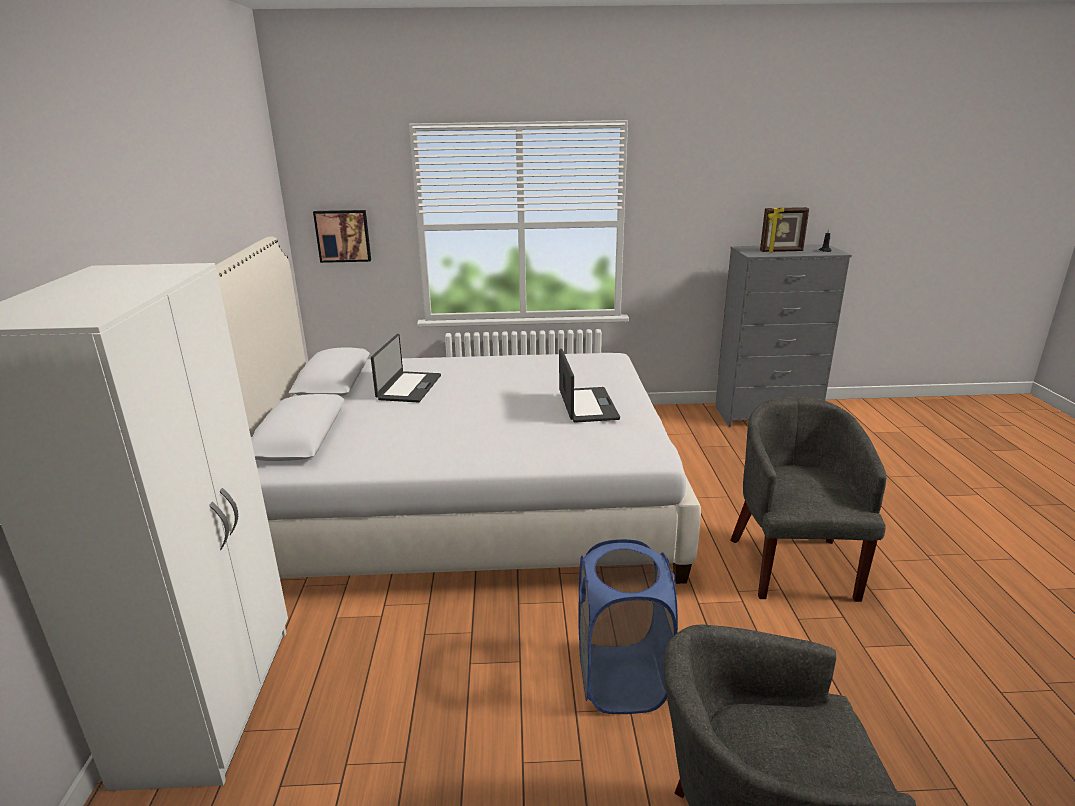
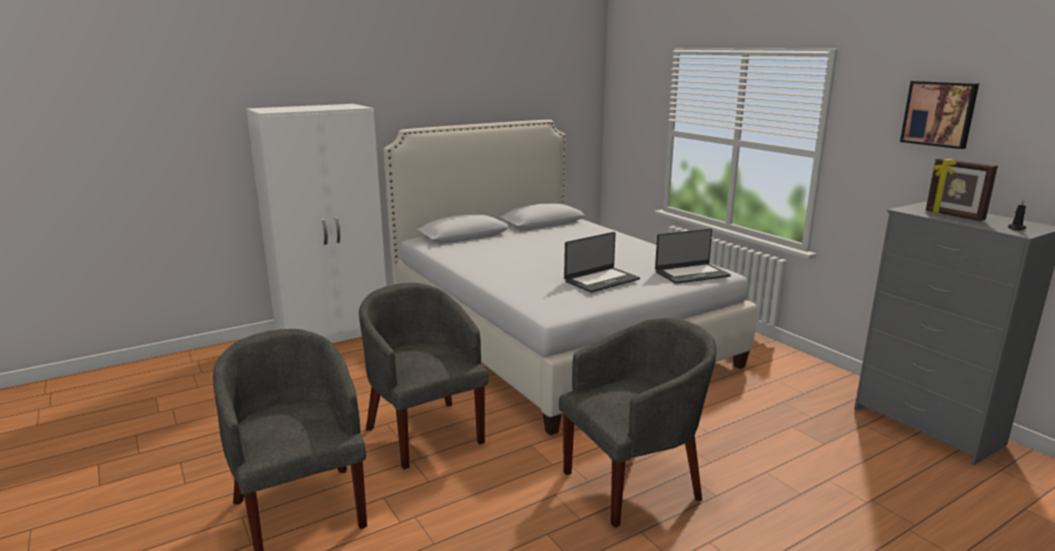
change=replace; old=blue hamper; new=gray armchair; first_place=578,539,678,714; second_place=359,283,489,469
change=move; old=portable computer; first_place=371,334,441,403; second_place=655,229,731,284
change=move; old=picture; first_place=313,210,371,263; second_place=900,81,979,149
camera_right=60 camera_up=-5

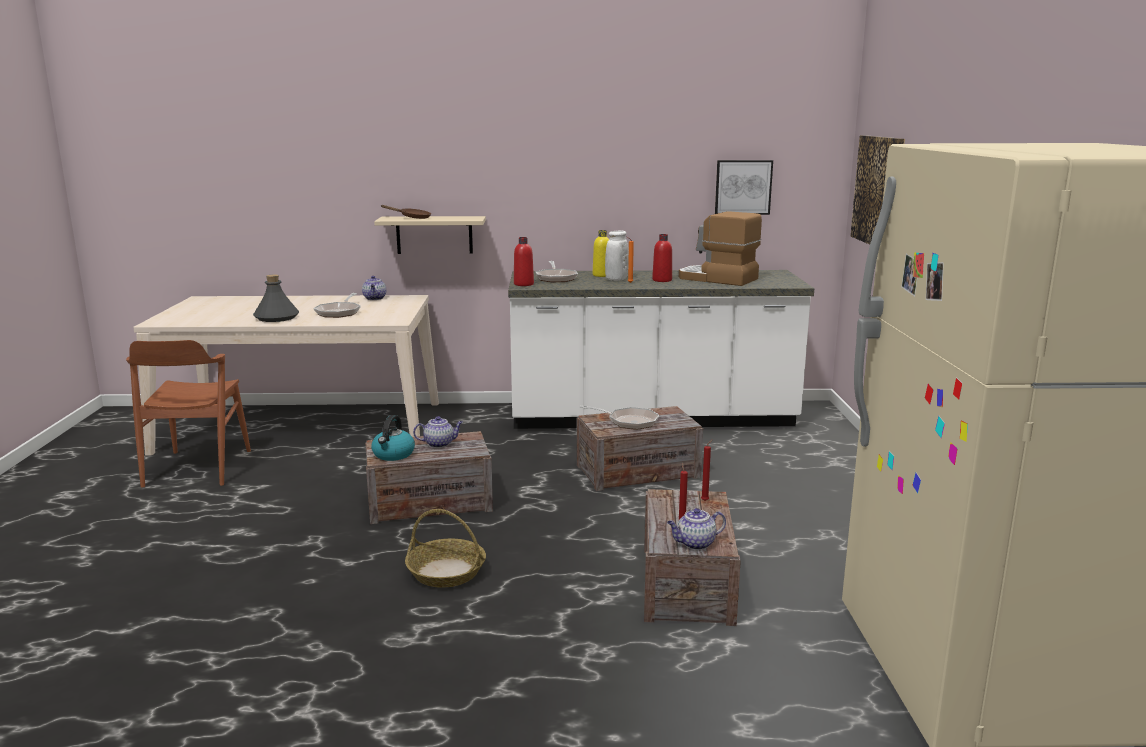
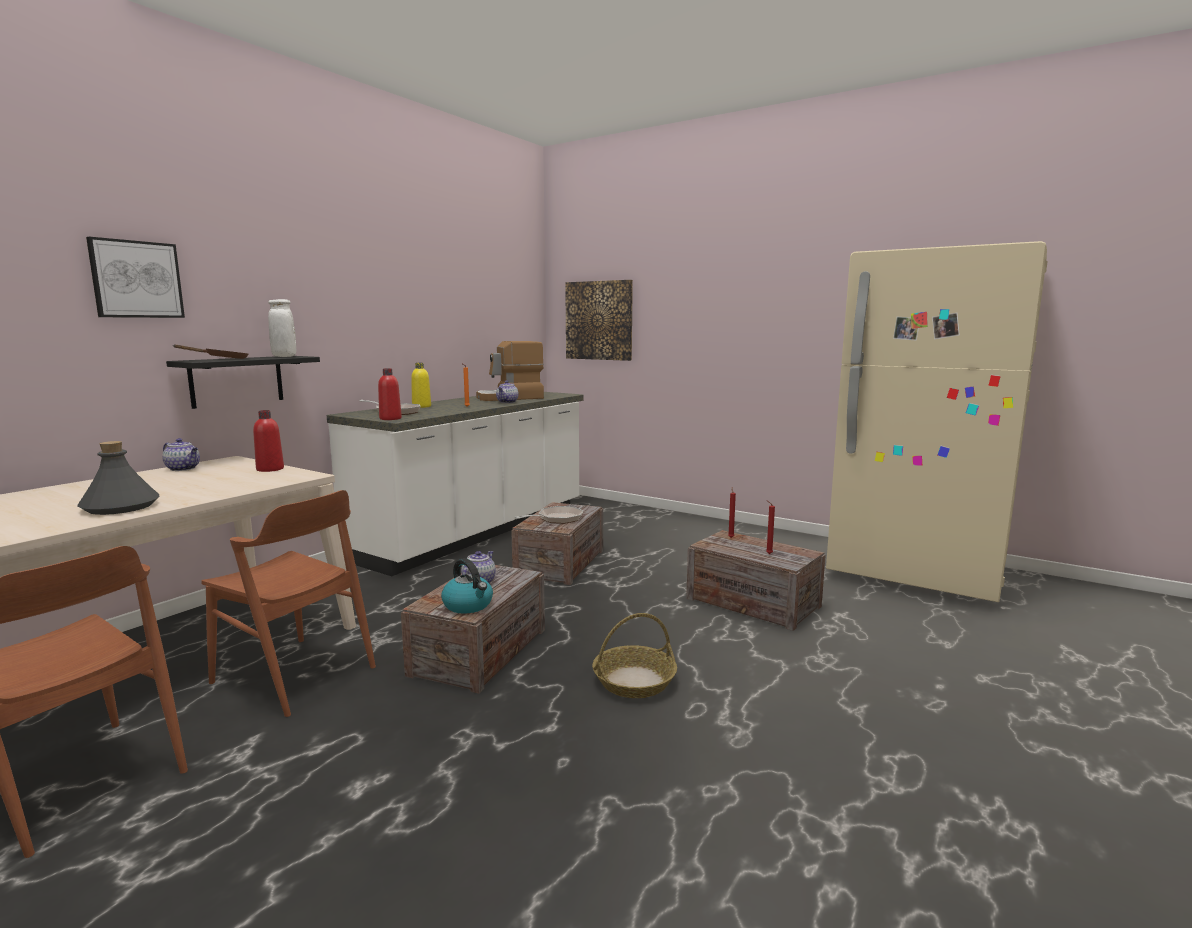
change=move; old=picture; first_place=715,160,773,215; second_place=86,237,185,318
change=recolor; old=beige shelf; new=black shelf; first_place=374,216,486,254; second_place=166,356,320,409
change=insert; new=brownish chair; second_place=201,490,376,717
change=move; old=red bottle; first_place=652,234,672,282; second_place=253,410,284,472
change=move; old=white-coloured decorative vase; first_place=605,231,629,281; second_place=268,299,296,357
change=move; old=teapot; first_place=667,508,726,550; second_place=496,381,519,403
change=delete; old=skillet; first_place=313,293,361,318
camera_right=-55 camera_up=-5

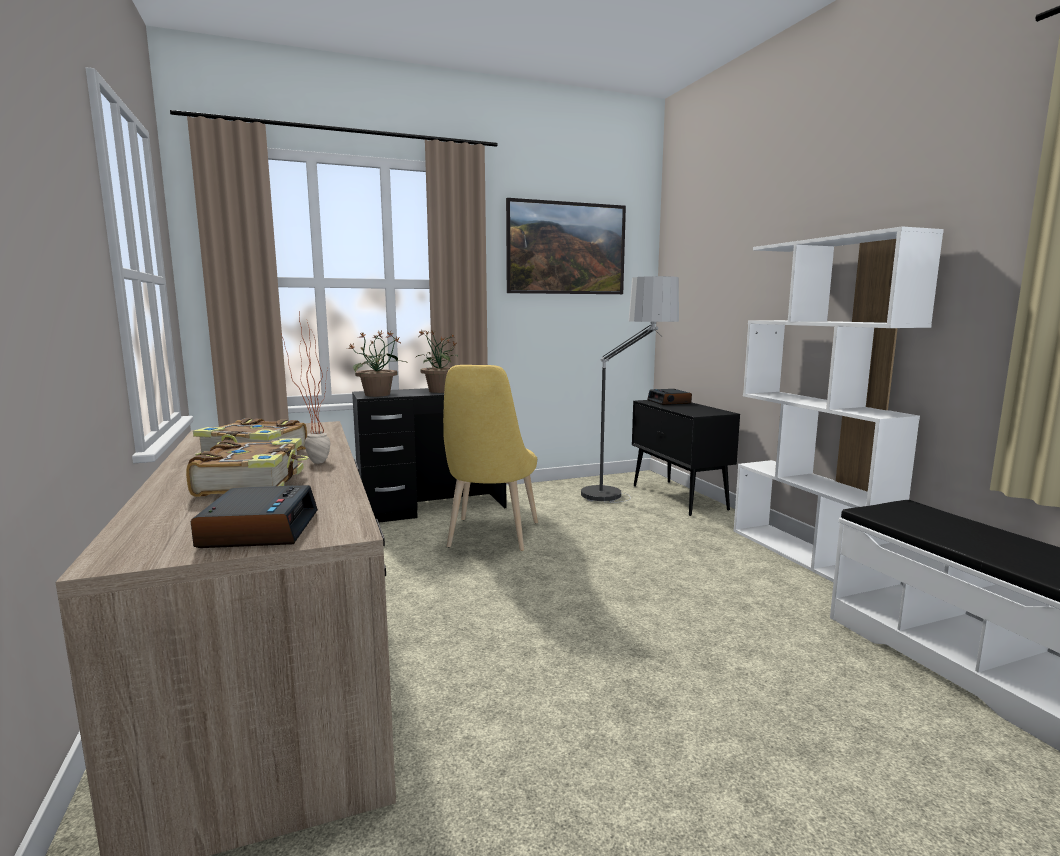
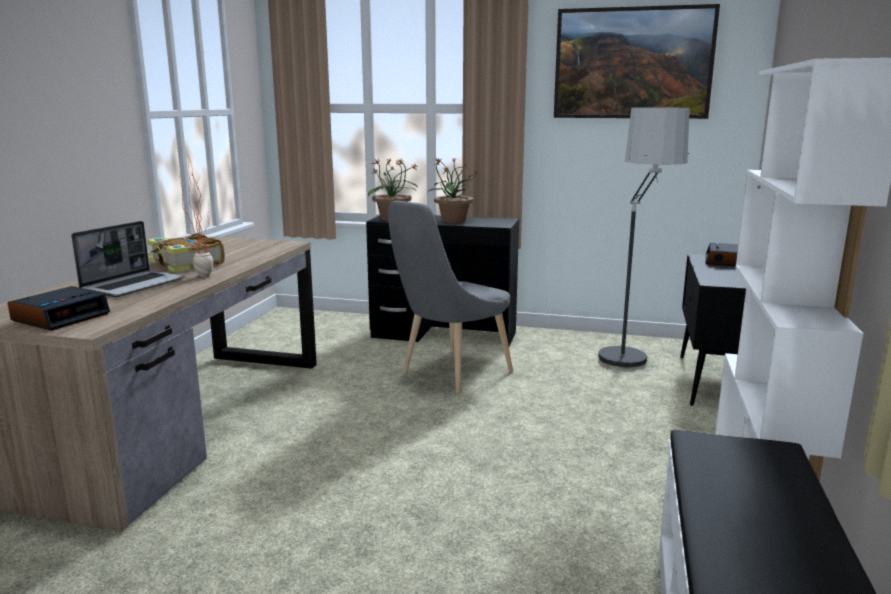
change=replace; old=book; new=portable computer; first_place=186,438,309,497; second_place=71,221,185,297
change=recolor; old=yellowish chair; new=gray chair; first_place=443,365,538,551; second_place=388,201,513,394
camera_right=35 camera_up=5

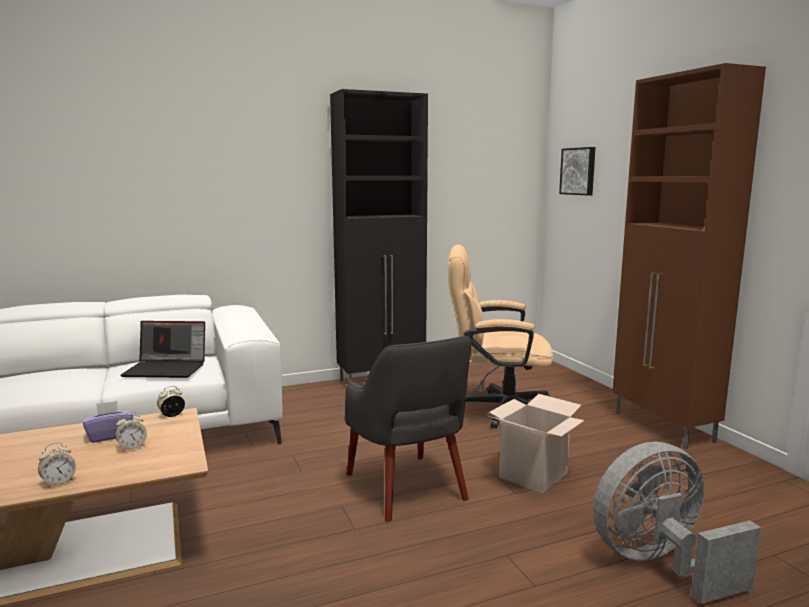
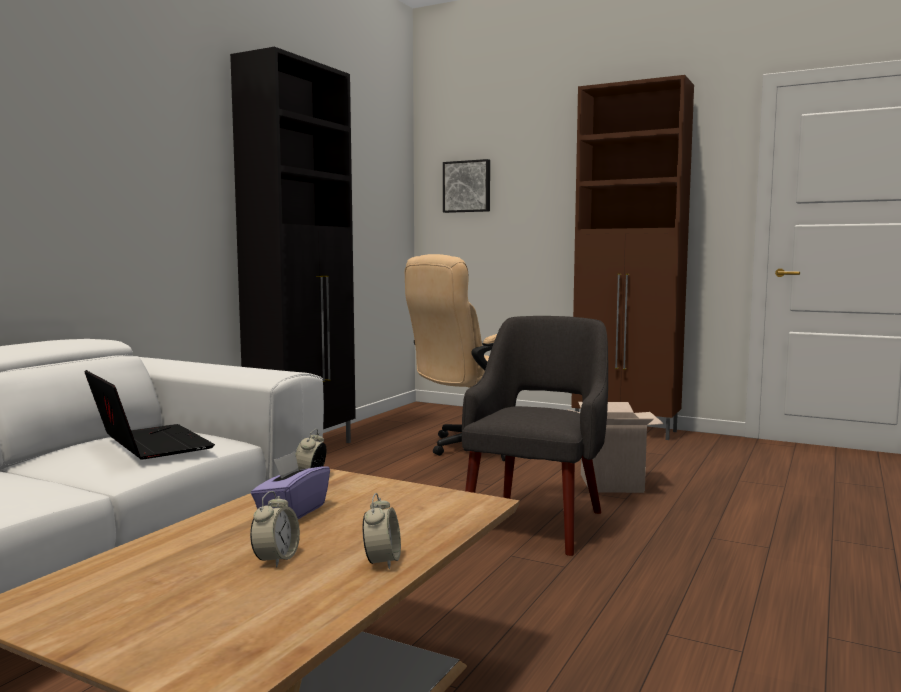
change=rotate; old=portable computer; first_place=121,321,205,378; second_place=84,370,215,460; degrees=-90
change=move; old=alarm clock; first_place=115,412,147,451; second_place=250,491,300,567
change=rotate; old=gray armchair; first_place=345,336,471,522; second_place=462,316,608,556; degrees=-90
change=delete; old=gray electric fan; first_place=593,442,761,604
camera_right=-40 camera_up=-5

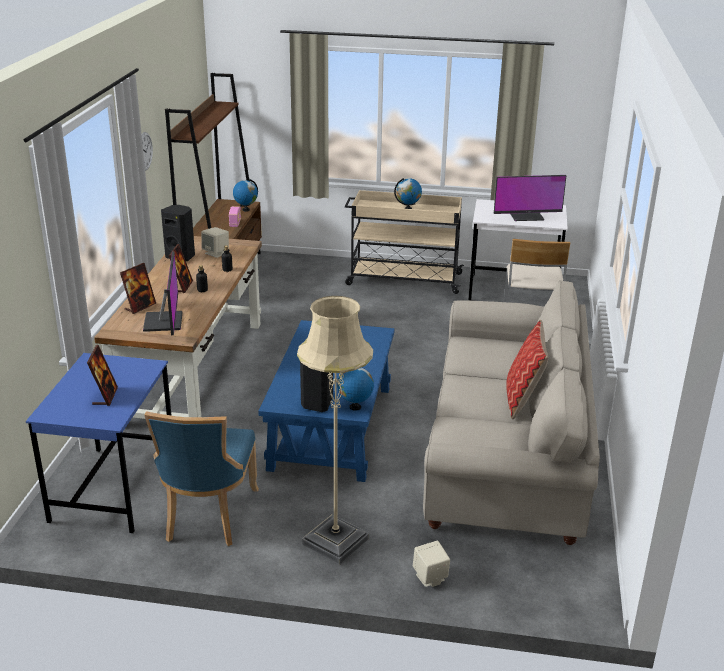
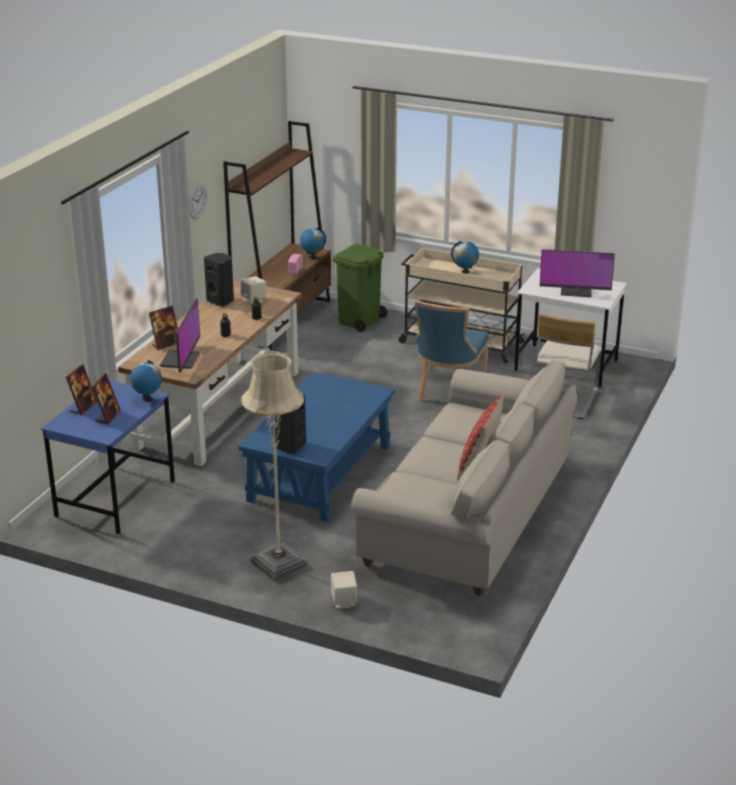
change=move; old=picture frame; first_place=169,244,193,293; second_place=66,364,97,415
change=move; old=world globe; first_place=337,367,374,411; second_place=130,360,162,402
change=insert; new=greenish rubbish bin; second_place=333,244,388,332
change=move; old=blue chair; first_place=145,412,259,546; second_place=415,300,489,401
camera_right=15 camera_up=0

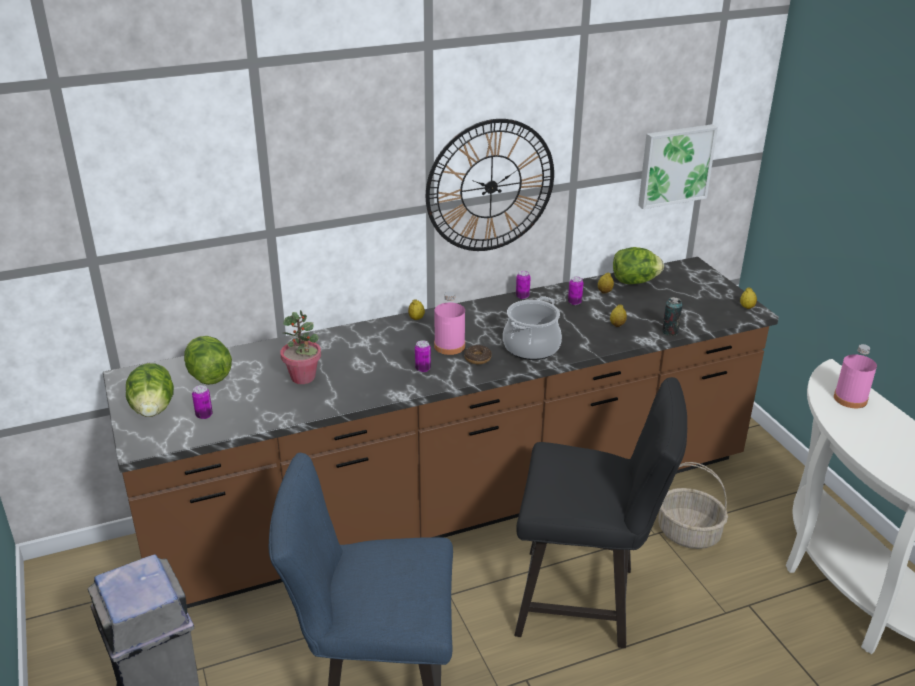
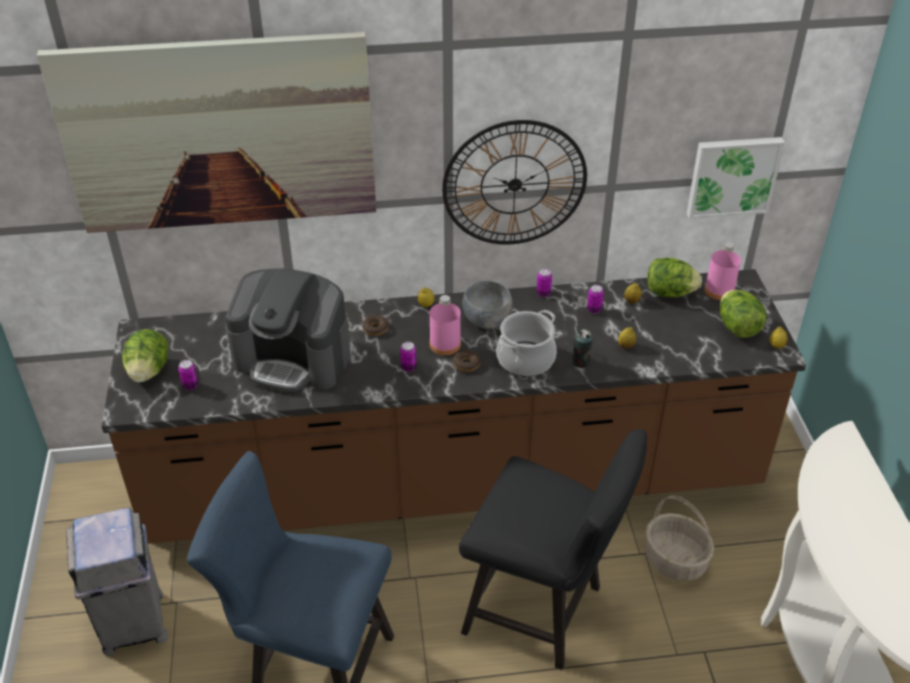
change=insert; new=picture; second_place=37,32,376,233
change=replace; old=potted plant; new=coffee machine; first_place=281,310,321,384; second_place=225,268,351,392
change=insert; new=doughnut; second_place=362,315,389,336
change=insert; new=gray bowl; second_place=462,281,513,329
change=move; old=can; first_place=662,297,682,336; second_place=572,329,592,368
change=move; old=pinkish bottle; first_place=834,344,877,408; second_place=704,242,741,300
change=move; old=lettuce; first_place=184,336,232,385; second_place=720,290,766,338
camera_right=15 camera_up=10

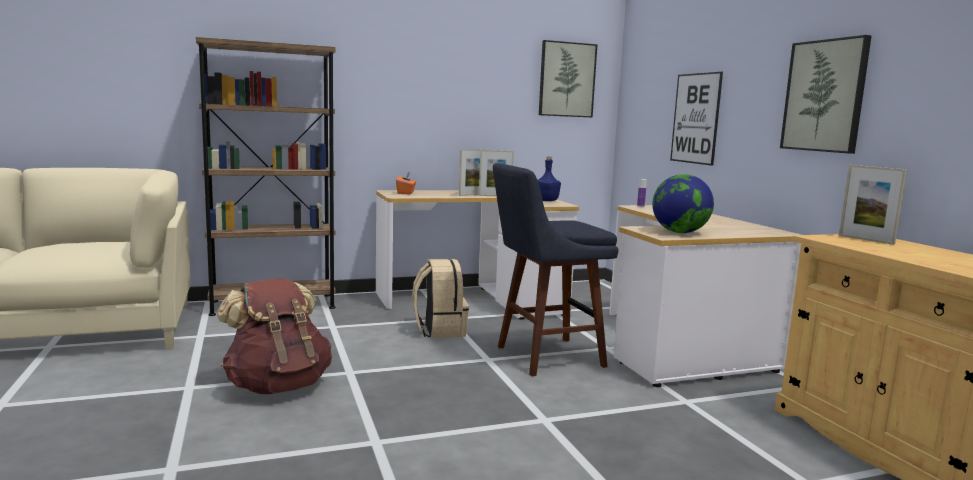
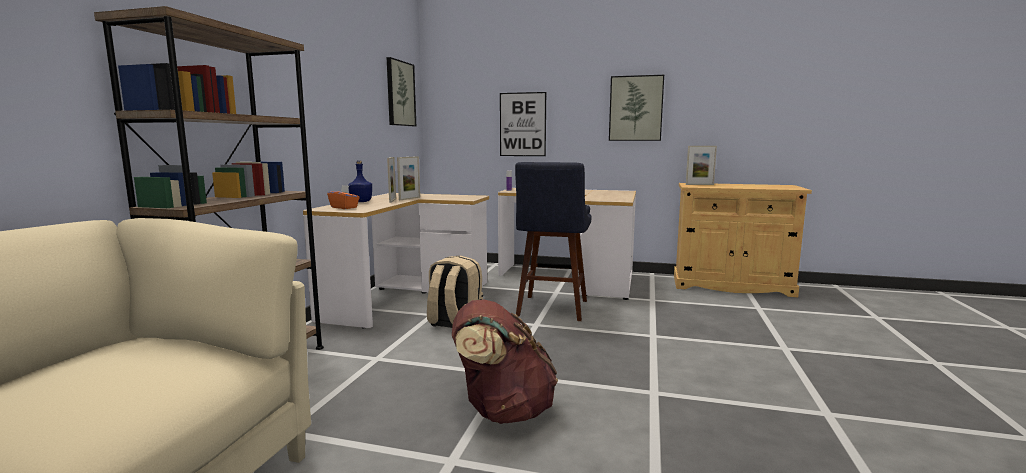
change=move; old=blue bottle; first_place=537,157,561,201; second_place=348,160,372,202
change=delete; old=world globe; first_place=652,174,714,233
camera_right=-55 camera_up=0

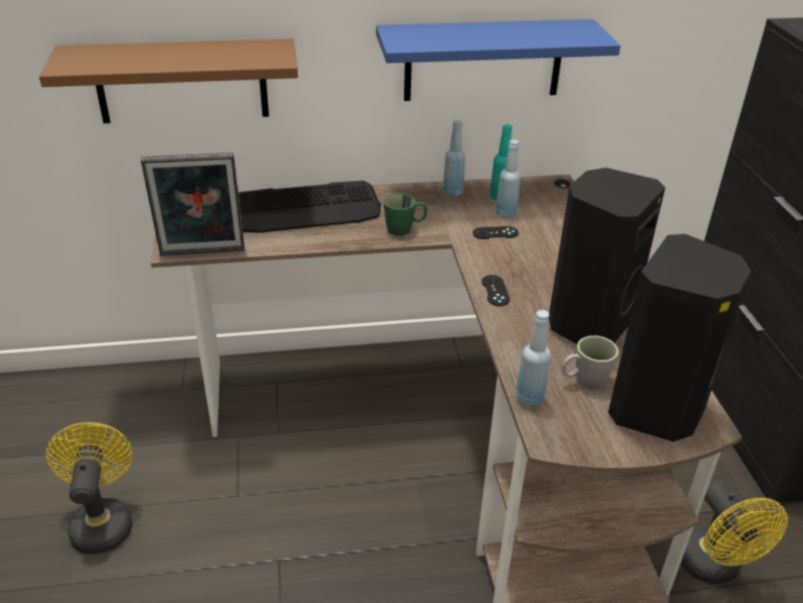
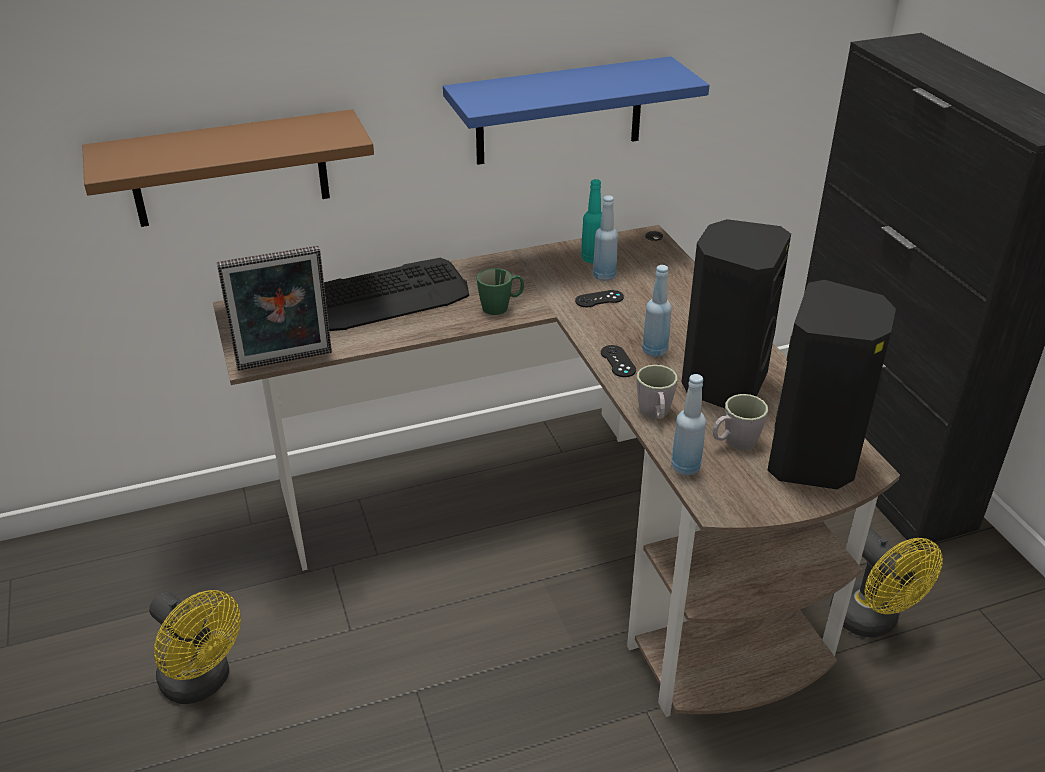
change=rotate; old=yellowish electric fan; first_place=46,422,133,554; second_place=149,590,241,704; degrees=150
change=insert; new=gray mug; second_place=637,365,678,419
change=move; old=blue bottle; first_place=443,120,465,196; second_place=642,265,672,357
camera_right=-10 camera_up=0

